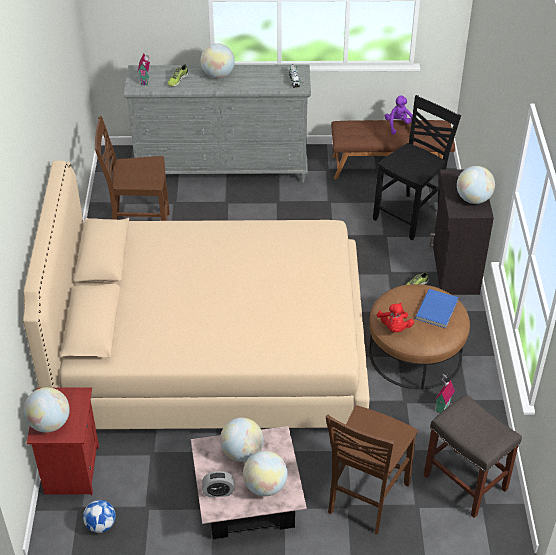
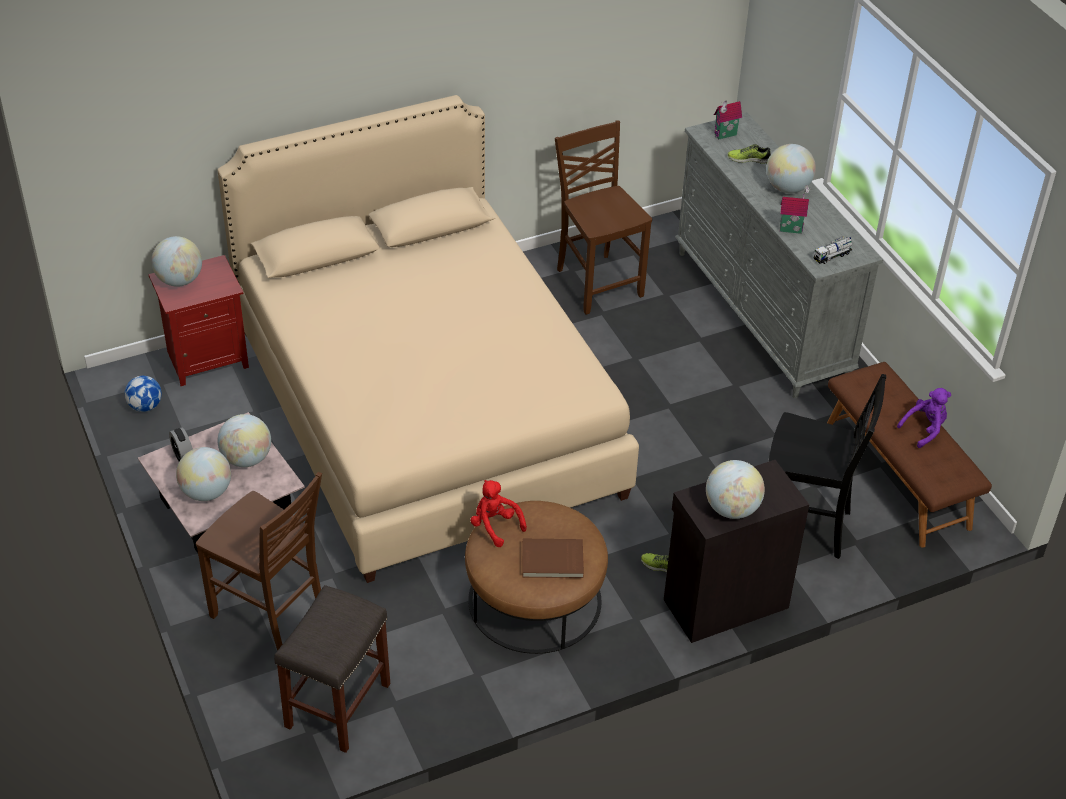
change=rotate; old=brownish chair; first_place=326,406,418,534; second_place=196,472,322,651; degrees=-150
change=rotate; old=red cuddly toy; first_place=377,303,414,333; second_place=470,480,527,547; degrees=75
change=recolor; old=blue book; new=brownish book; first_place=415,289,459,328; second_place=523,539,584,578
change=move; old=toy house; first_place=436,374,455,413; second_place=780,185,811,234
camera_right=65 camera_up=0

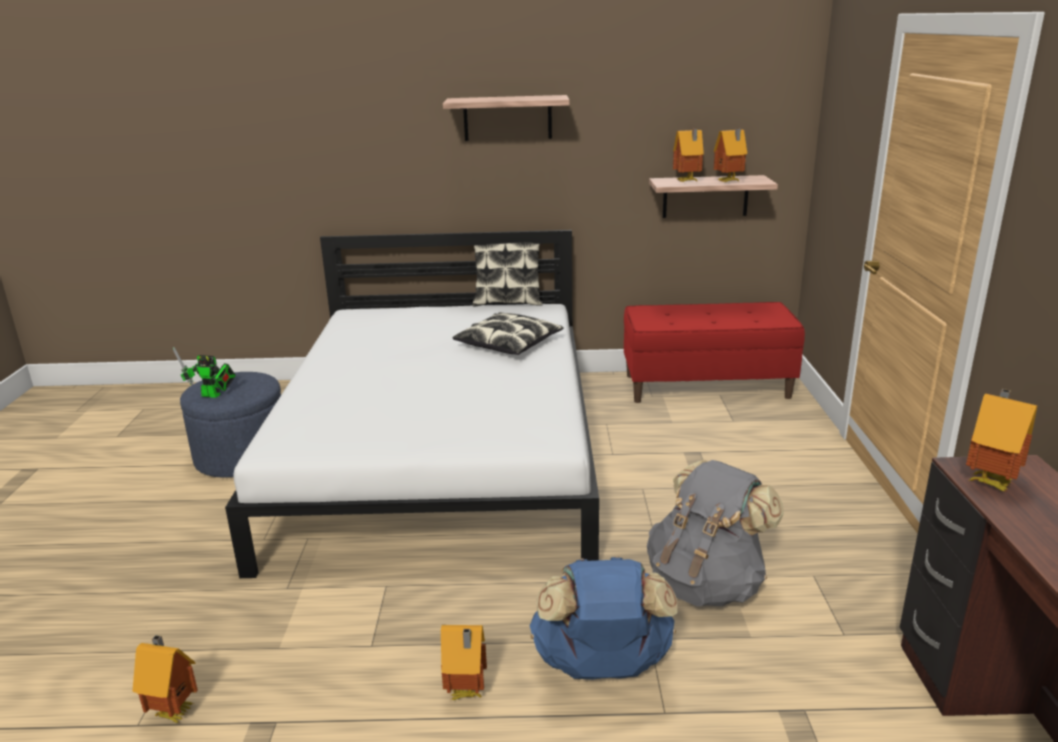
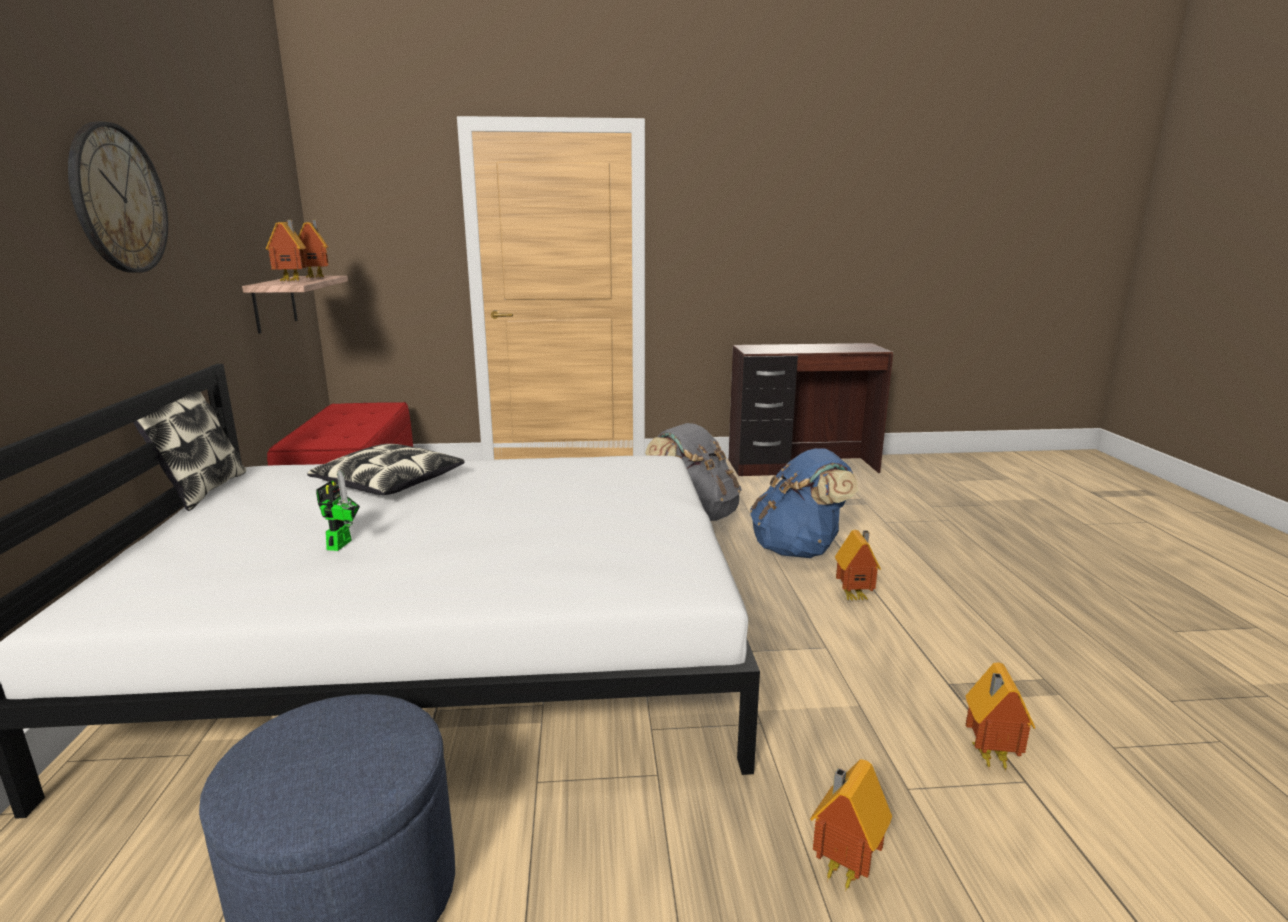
change=replace; old=shelf; new=clock on the wall; first_place=443,95,569,141; second_place=68,122,168,273
change=move; old=toy robot; first_place=173,347,236,398; second_place=316,470,360,551
change=move; old=toy house; first_place=966,389,1037,492; second_place=810,759,892,892
camera_right=-95 camera_up=-5

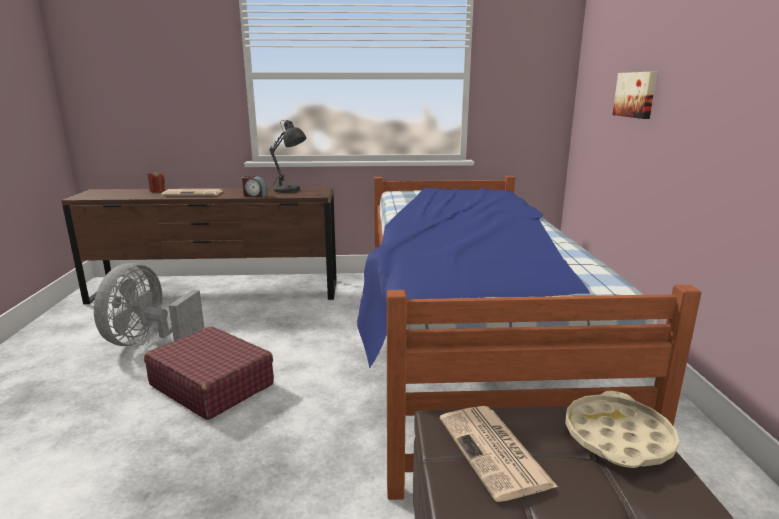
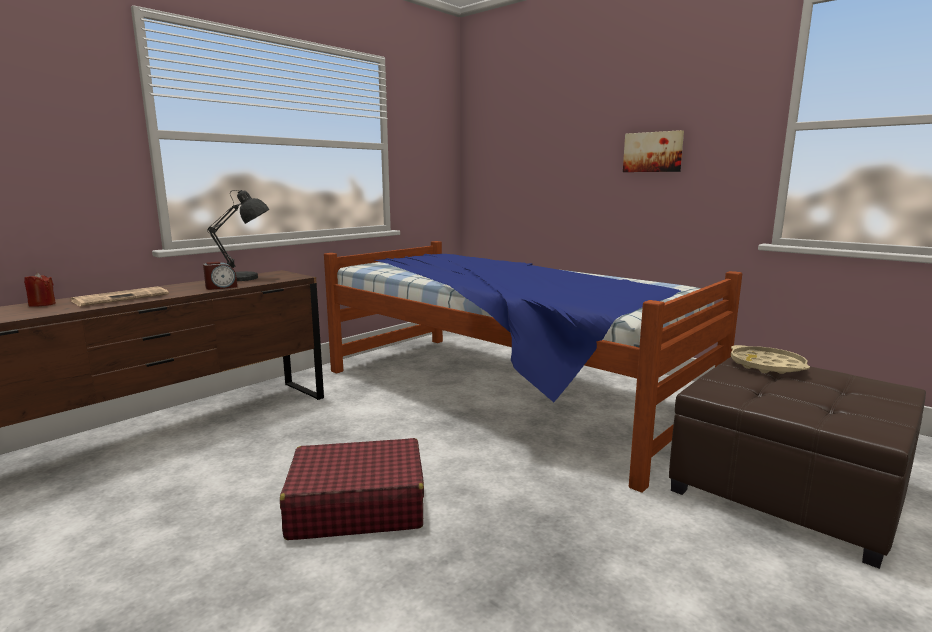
change=move; old=picture; first_place=612,72,657,119; second_place=623,130,684,172
change=delete; old=gray electric fan; first_place=94,263,204,346
change=delete; old=daily paper; first_place=440,406,558,502
camera_right=-45 camera_up=-5

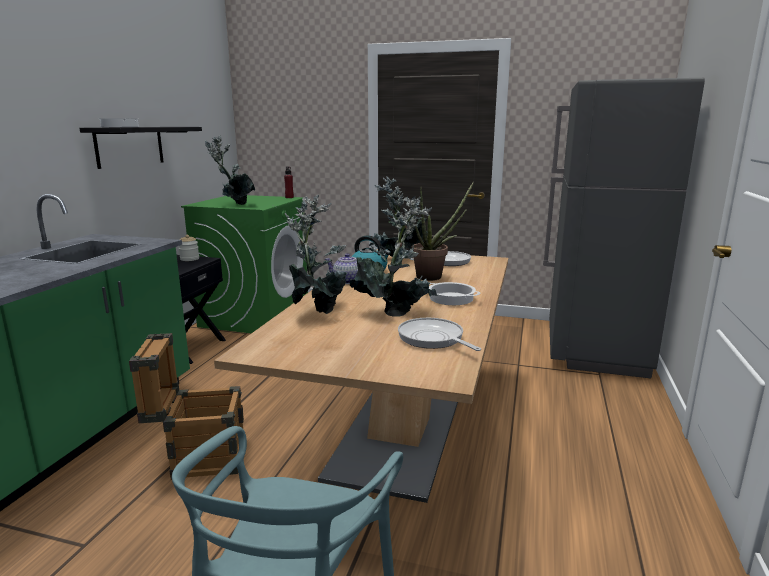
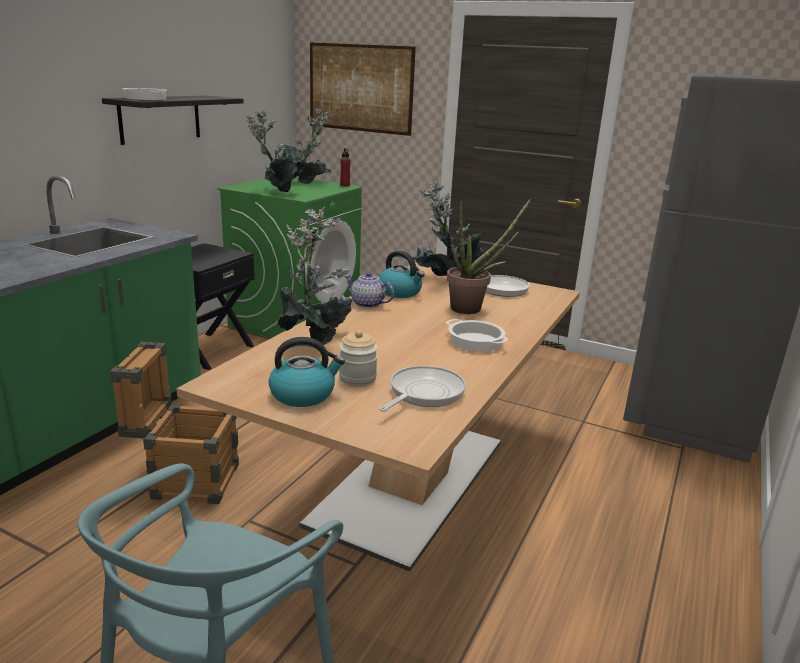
change=insert; new=kettle; second_place=268,337,345,407
change=move; old=potted plant; first_place=350,196,438,317; second_place=281,107,332,184
change=insert; new=picture; second_place=310,42,416,136
change=move; old=storage jar; first_place=179,235,199,261; second_place=339,330,378,386
change=rotate; old=skillet; first_place=398,318,481,351; second_place=379,366,466,412; degrees=60
camera_right=10 camera_up=5

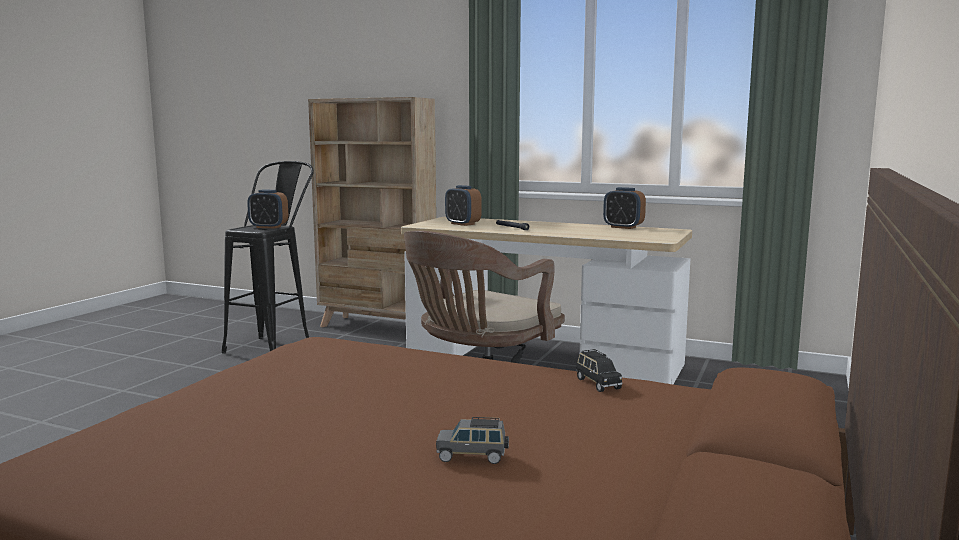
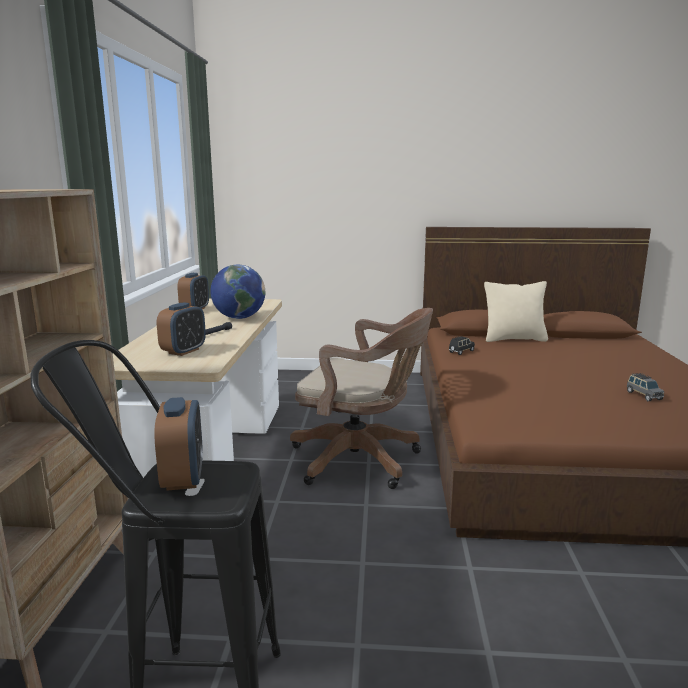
change=insert; new=world globe; second_place=210,265,265,319
change=insert; new=beige throw pillow; second_place=484,281,548,342
change=move; old=gray toy car; first_place=436,417,509,464; second_place=627,373,664,401
camera_right=-110 camera_up=5

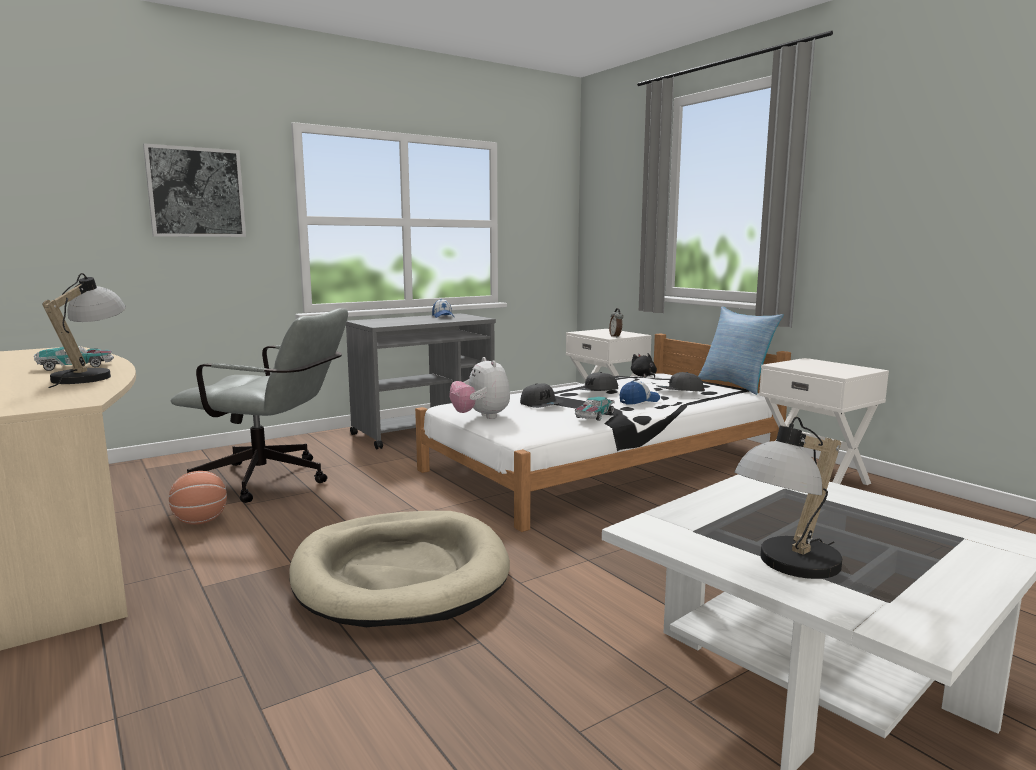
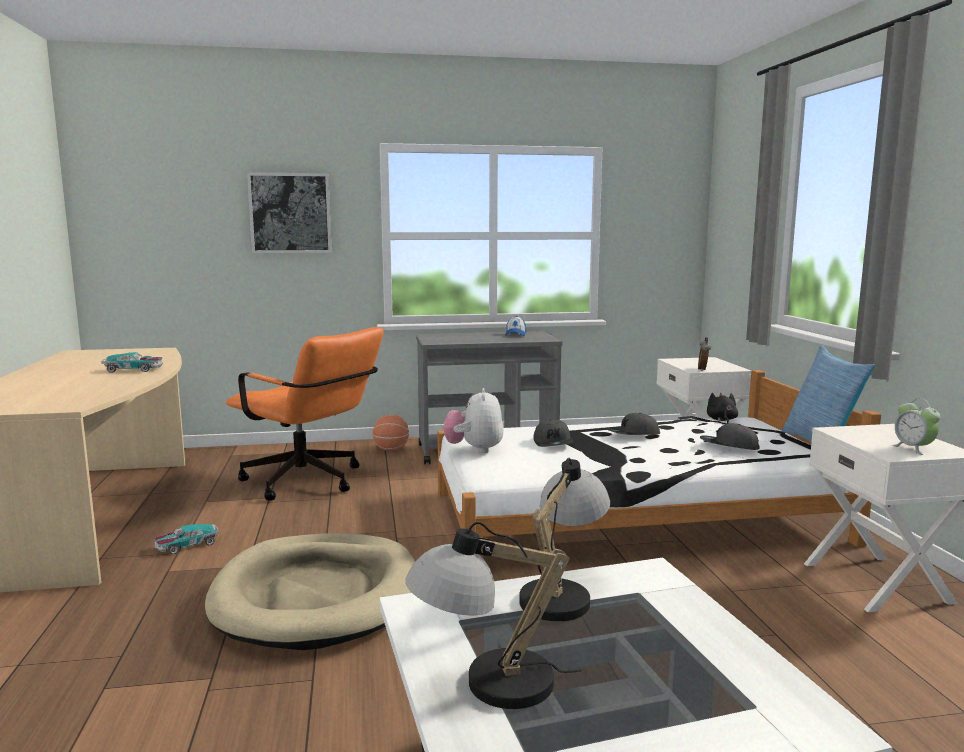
change=move; old=toy car; first_place=575,397,615,421; second_place=155,524,219,554
change=recolor; old=gray computer chair; new=orange computer chair; first_place=171,308,348,503; second_place=226,327,383,501
change=move; old=basketball ball; first_place=169,471,227,525; second_place=373,415,409,451
change=move; old=table lamp; first_place=42,273,126,388; second_place=519,458,610,621
change=insert; new=alarm clock; second_place=892,398,940,455
change=delete; old=peaked cap; first_place=620,381,660,404
camera_right=25 camera_up=0

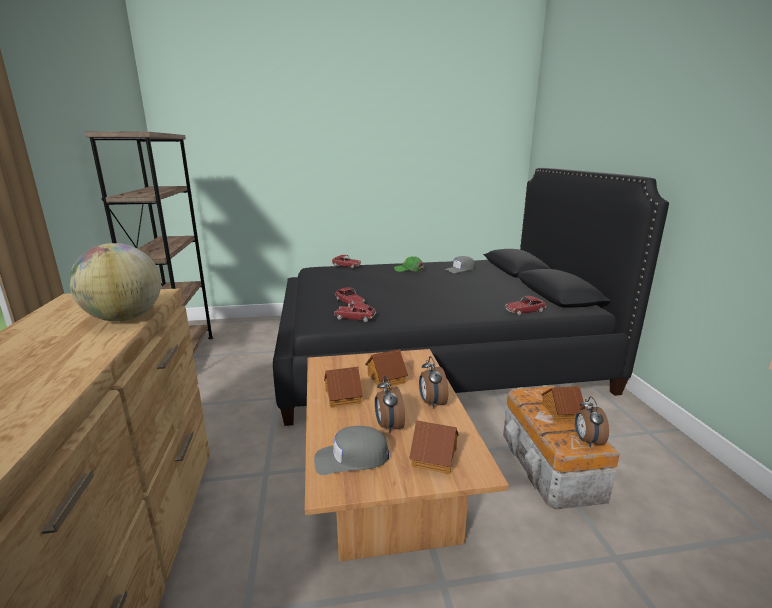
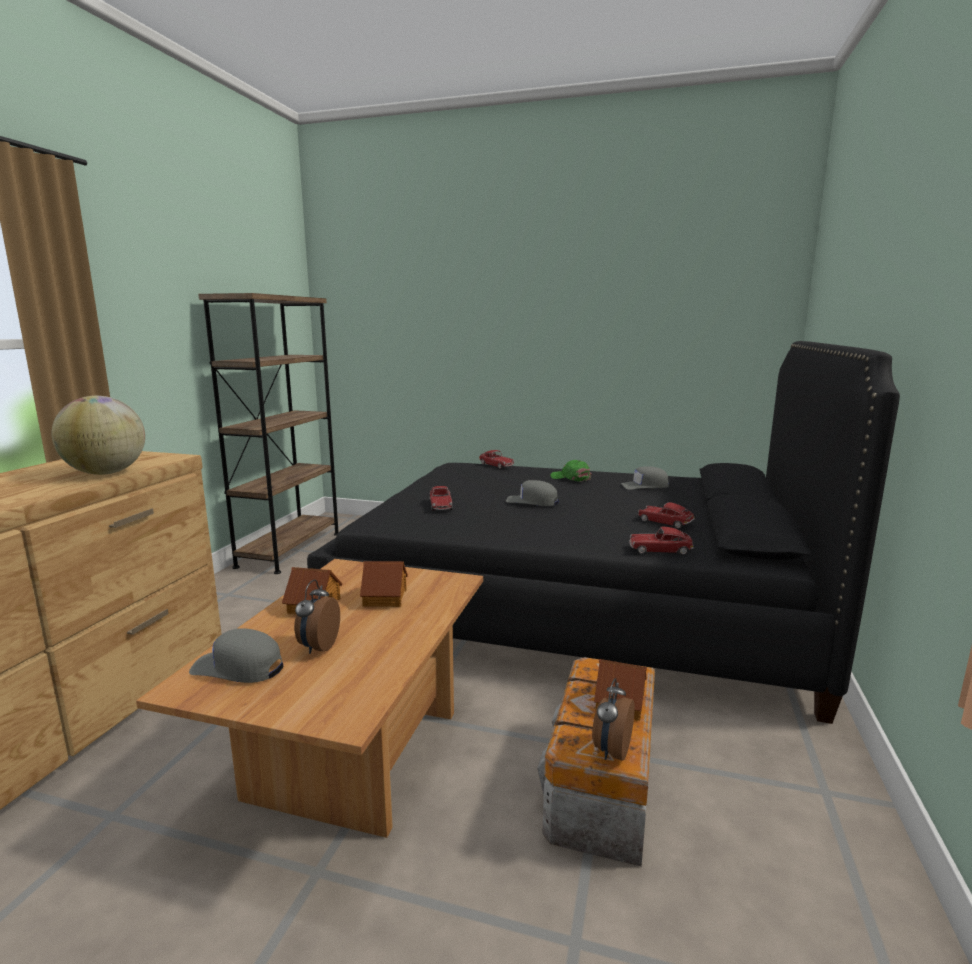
change=insert; new=gray peaked cap; second_place=506,480,559,506
change=move; old=toy car; first_place=334,302,376,322; second_place=638,502,695,529
change=delete; old=toy house; first_place=409,420,459,474
change=delete; old=alarm clock; first_place=419,356,448,409
camera_right=25 camera_up=-5

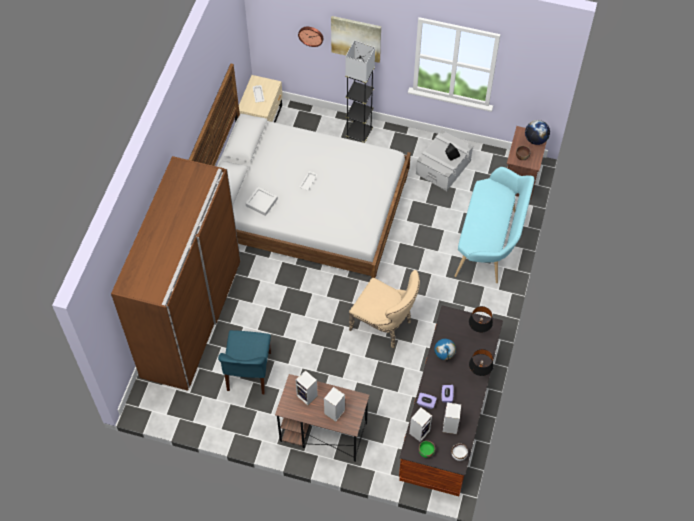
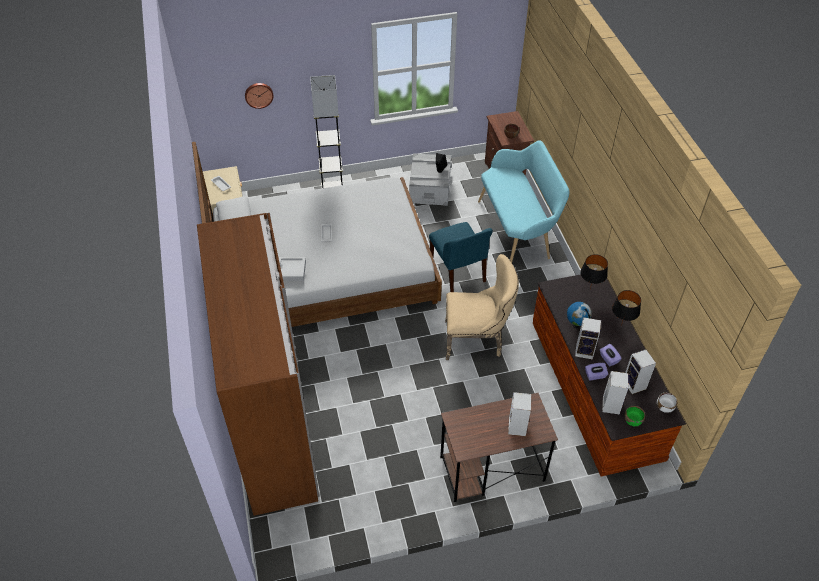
change=move; old=blue chair; first_place=218,330,271,394; second_place=429,222,493,292
change=move; old=audio speaker; first_place=296,370,318,405; second_place=575,317,601,360
change=delete; old=picture; first_place=331,16,381,63
change=delete; old=world globe; first_place=525,120,550,145
camera_right=-30 camera_up=-10

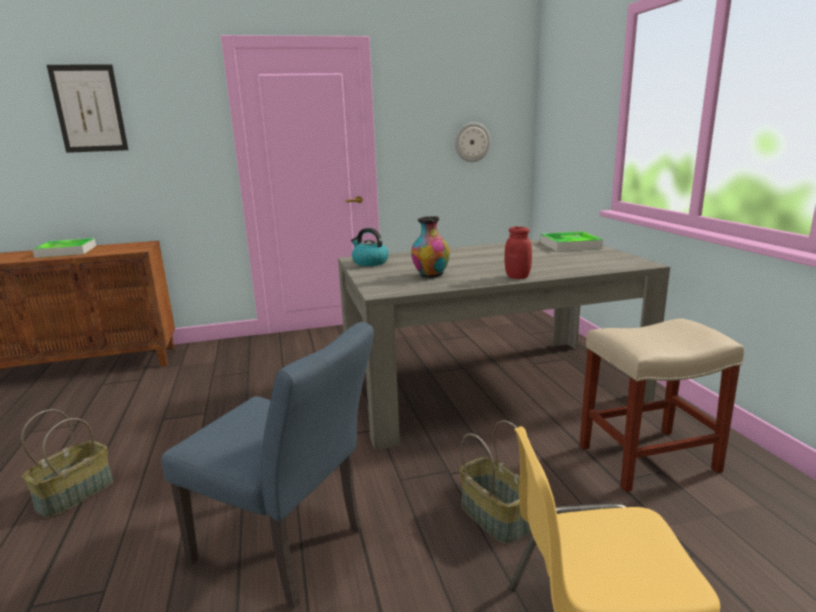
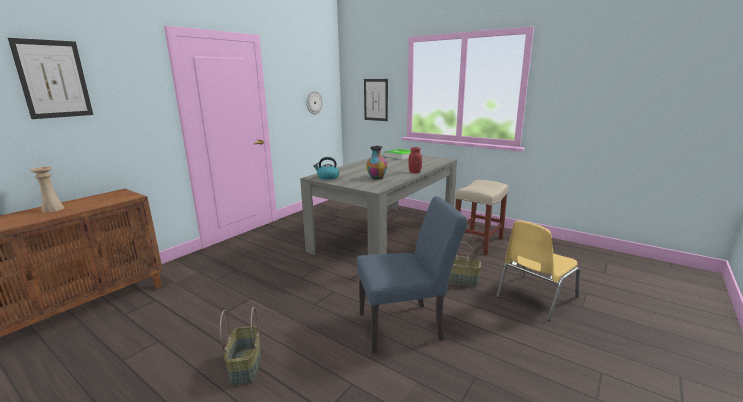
change=replace; old=carrying tray; new=beige decorative vase; first_place=32,238,96,258; second_place=30,167,65,213
change=insert; new=picture; second_place=364,79,388,121
camera_right=-40 camera_up=0

